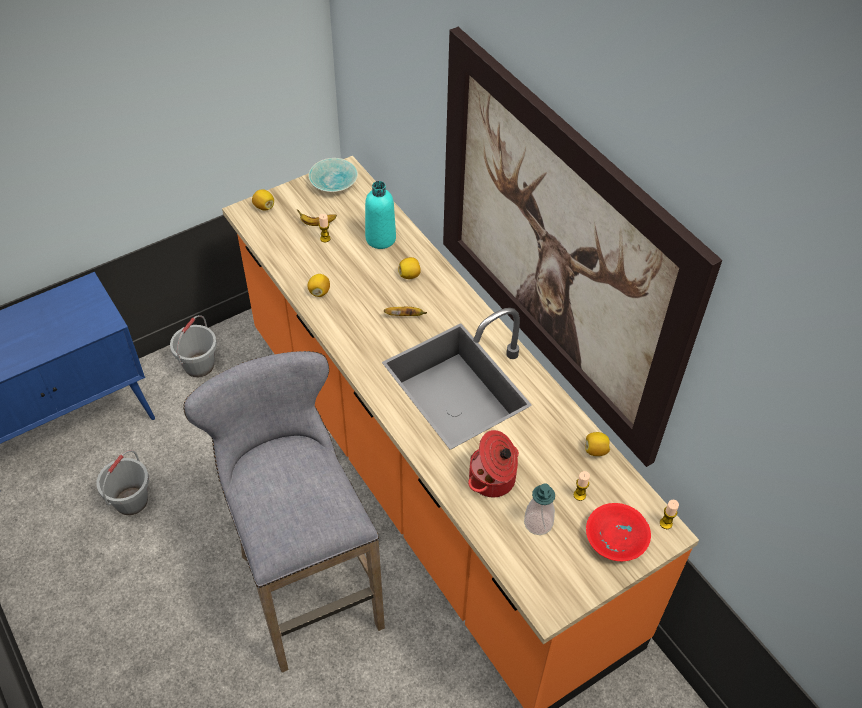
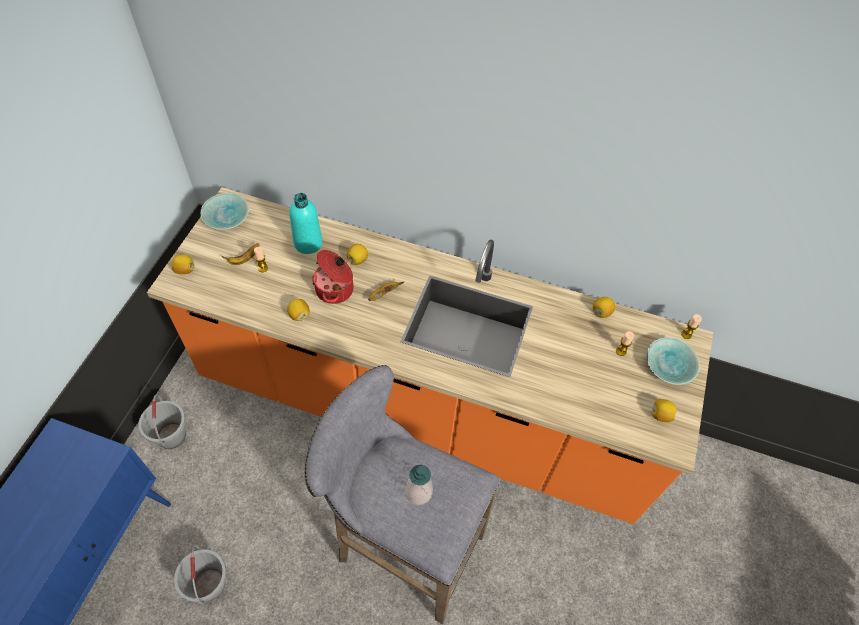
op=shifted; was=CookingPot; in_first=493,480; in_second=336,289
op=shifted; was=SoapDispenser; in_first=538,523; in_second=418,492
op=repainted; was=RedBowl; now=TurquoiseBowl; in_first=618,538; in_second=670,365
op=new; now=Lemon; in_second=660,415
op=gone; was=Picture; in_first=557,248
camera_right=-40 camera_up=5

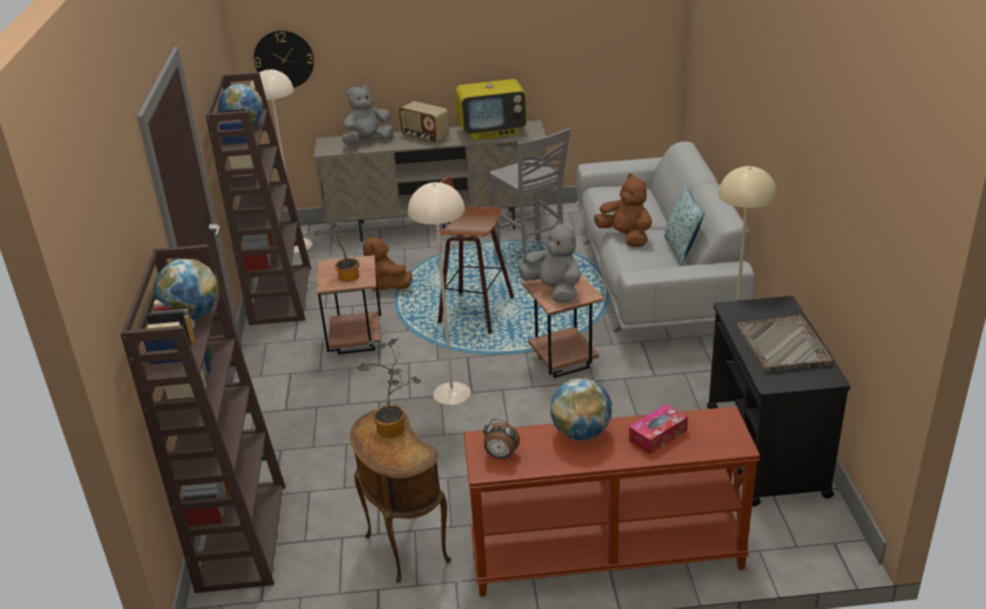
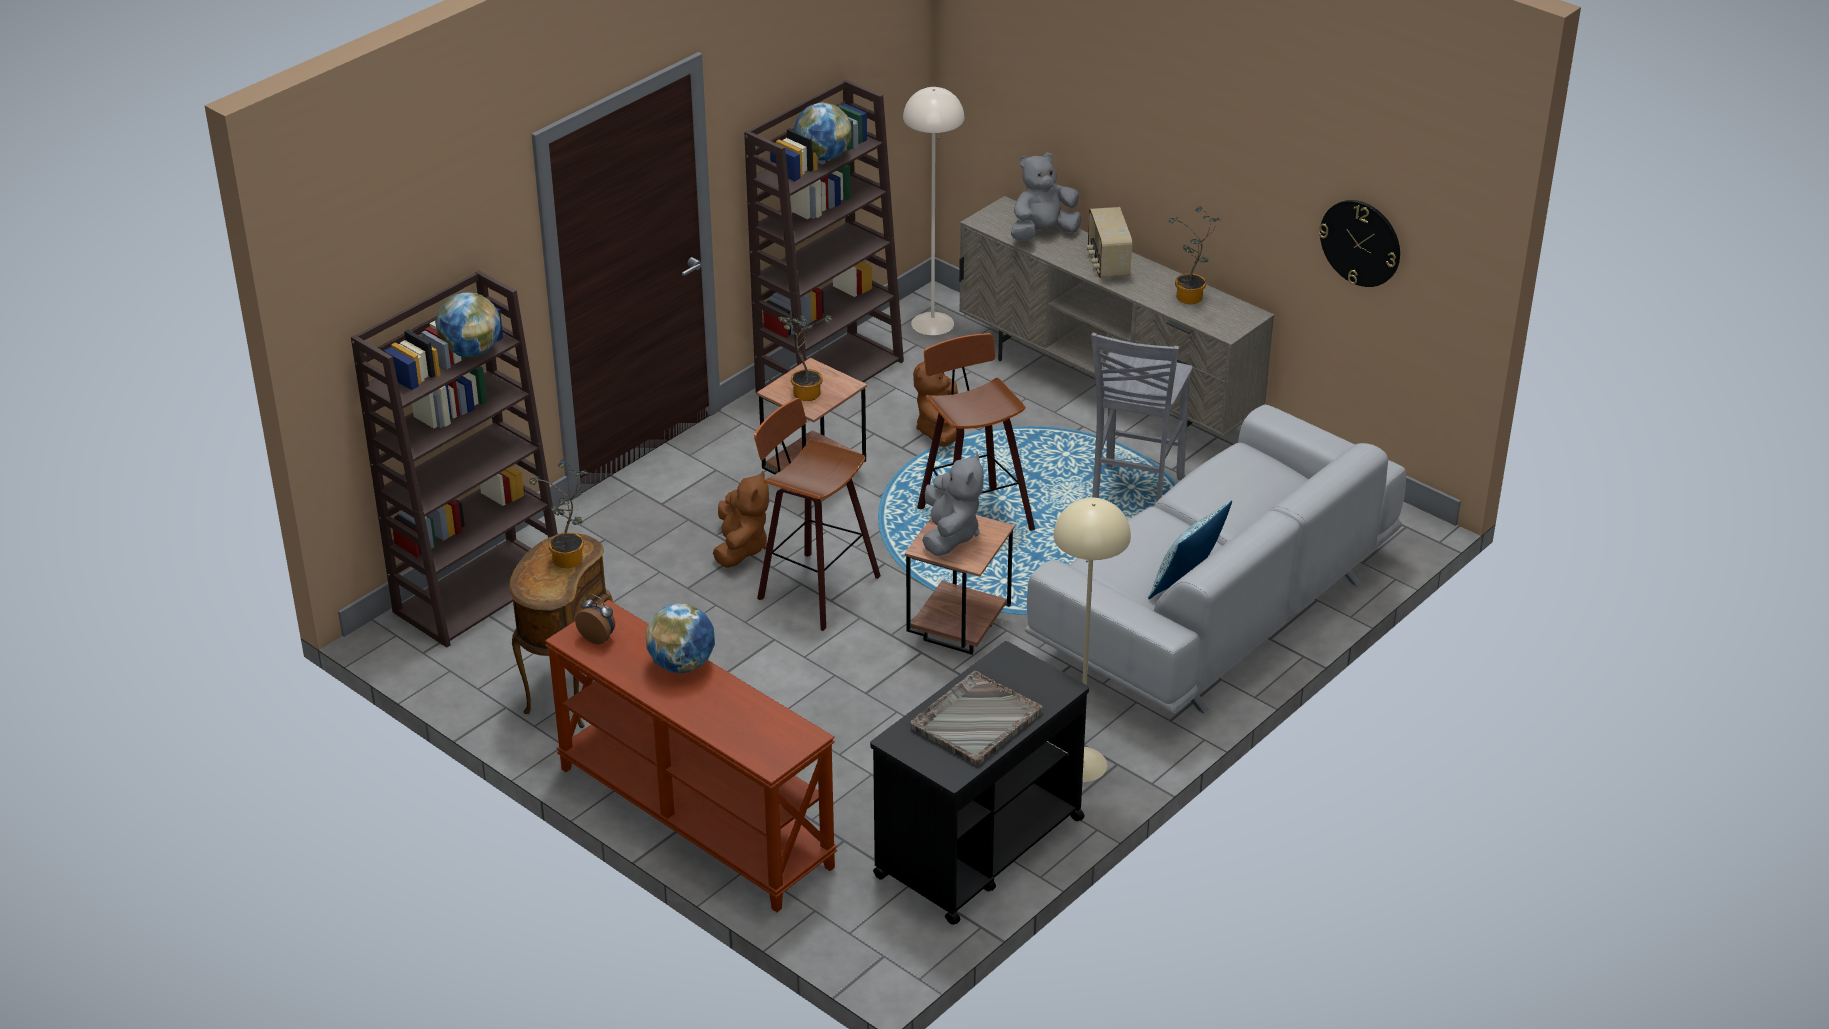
op=rotated; was=AlarmClock; in_first=501,456; in_second=598,637; clockwise=150
op=shifted; was=BrownPlushToy; in_first=625,237; in_second=741,548
op=swapped; was=BeigeFloorLamp; now=Stool; in_first=451,393; in_second=813,588
op=rotated; was=GreyPlushToy; in_first=367,141; in_second=1042,233; clockwise=-45
op=swapped; was=Television; now=PottedPlant; in_first=492,132; in_second=1190,299
op=shifted; was=WallClock; in_first=284,59; in_second=1360,242
op=gone; was=TissueBox; in_first=657,436
camera_right=45 camera_up=5

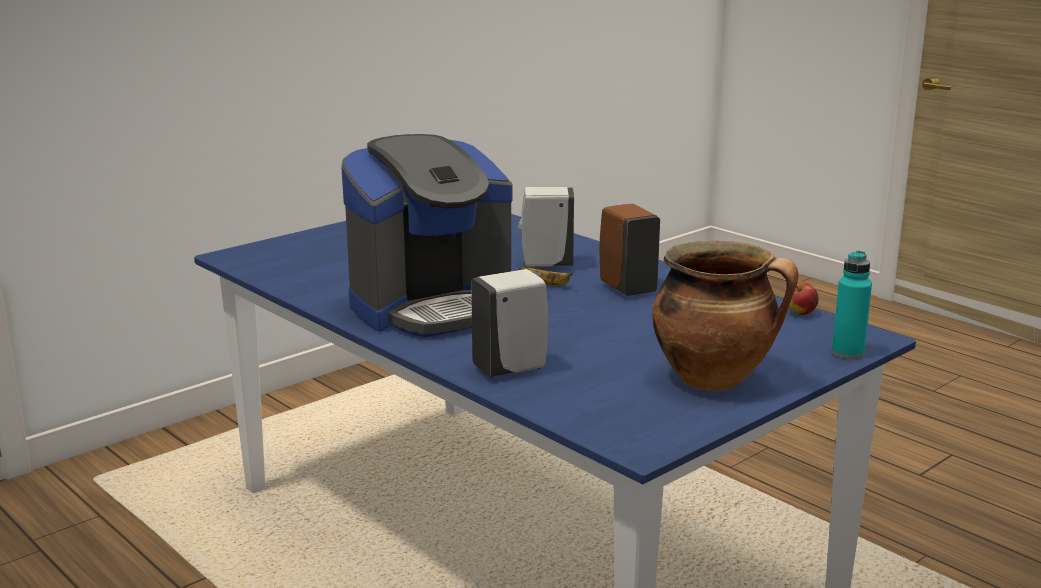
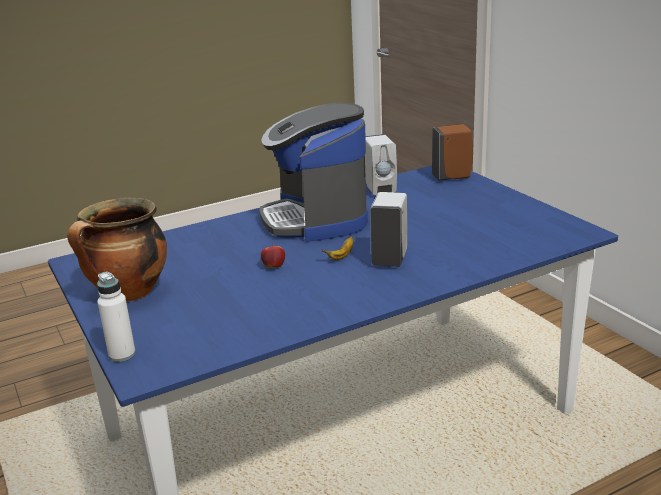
op=repainted; was=TurquoiseBottle; now=WhiteBottle; in_first=847,353; in_second=122,354
op=shifted; was=Apple; in_first=800,313; in_second=274,267
op=shifted; was=WhiteSoapDispenser; in_first=512,369; in_second=380,191
op=shifted; was=BrownSoapDispenser; in_first=626,288; in_second=453,178
camera_right=105 camera_up=5

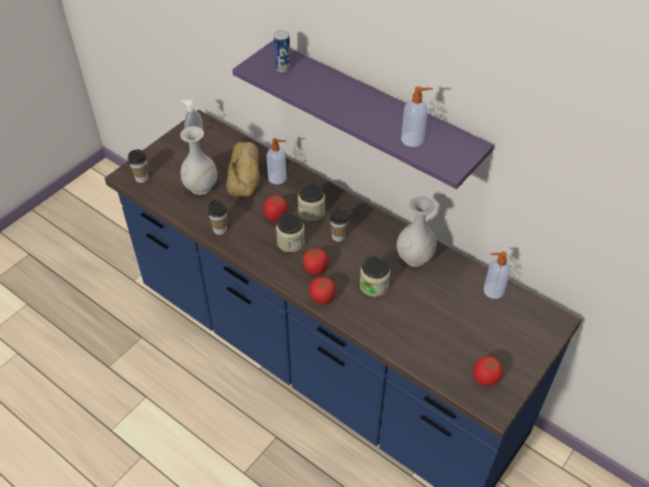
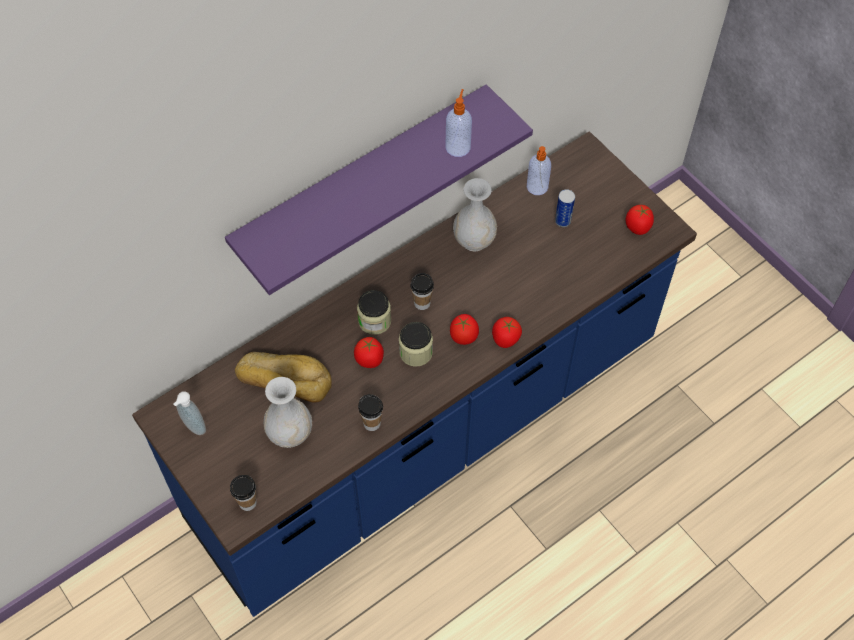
op=shifted; was=Can; in_first=283,68; in_second=562,221
op=gone; was=SoapDispenser; in_first=278,178
op=gone; was=Jar; in_first=374,285
camera_right=-75 camera_up=10

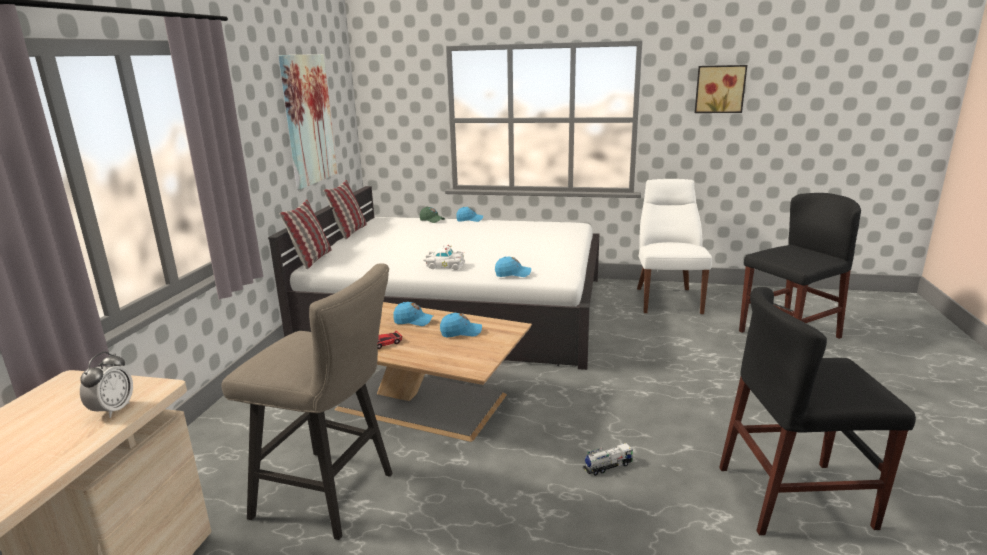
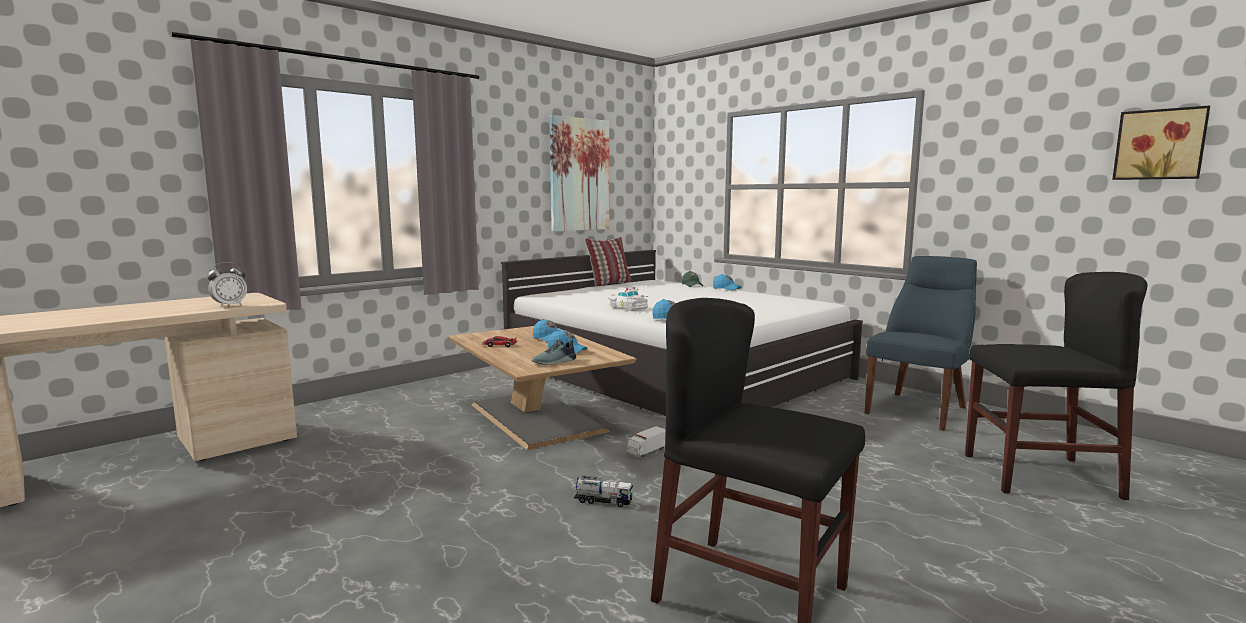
op=new; now=Shoe; in_second=555,362
op=new; now=ToyTruck; in_second=647,451
op=repainted; was=WhiteChair; now=BlueChair; in_first=667,299; in_second=919,409
op=shifted; was=Picture; in_first=719,89; in_second=1160,144
op=gone; was=BeigeStool; in_first=333,496
op=gone; was=Pillow; in_first=312,259
camera_right=35 camera_up=-10

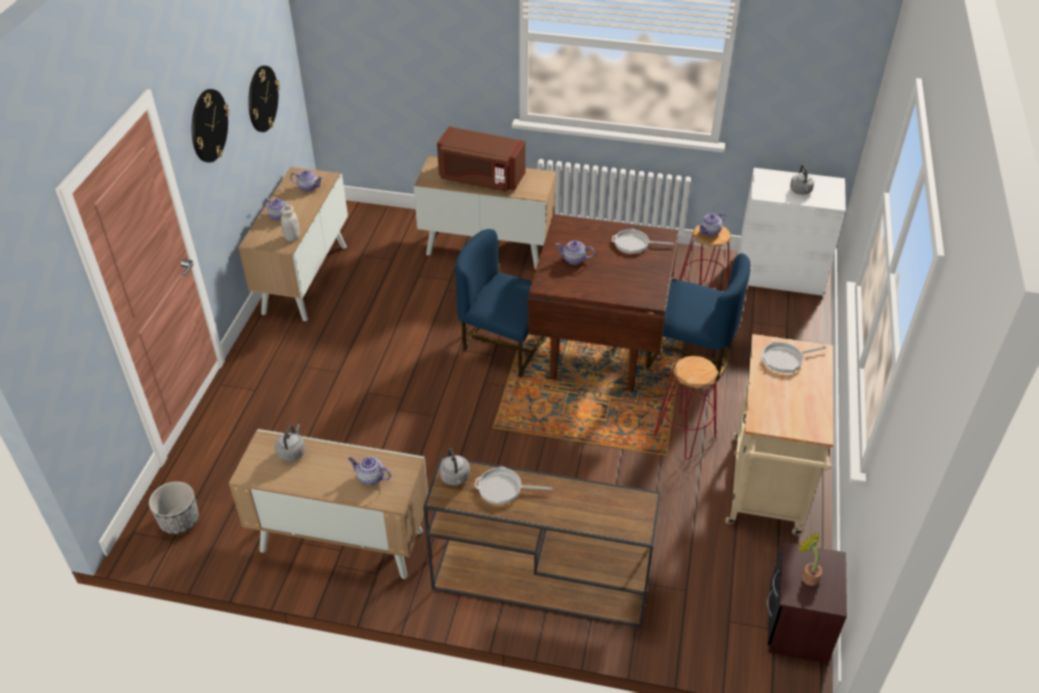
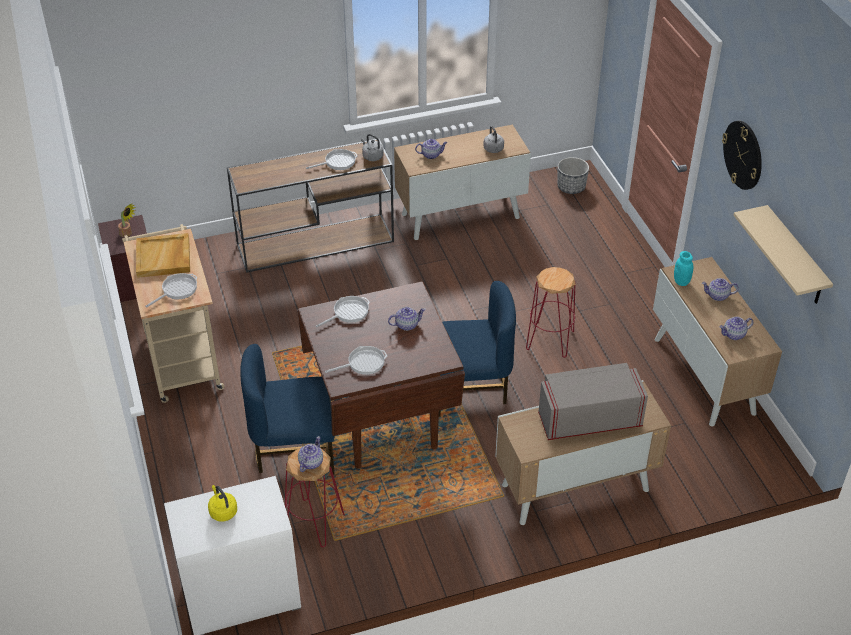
op=new; now=BeigeTray; in_second=164,258
op=repainted; was=GreyKettle; now=YellowKettle; in_first=801,191; in_second=222,511
op=new; now=FryingPan; in_second=348,312
op=shifted; was=RedStool; in_first=684,436; in_second=550,340
op=repainted; was=BrownMicrowave; now=GreyMicrowave; in_first=480,178; in_second=588,418
op=repainted; was=WhiteJar; now=TurquoiseJar; in_first=292,237; in_second=681,281
op=swapped; was=WallClock; now=BeigeShelf; in_first=262,98; in_second=795,257
camera_right=150 camera_up=0

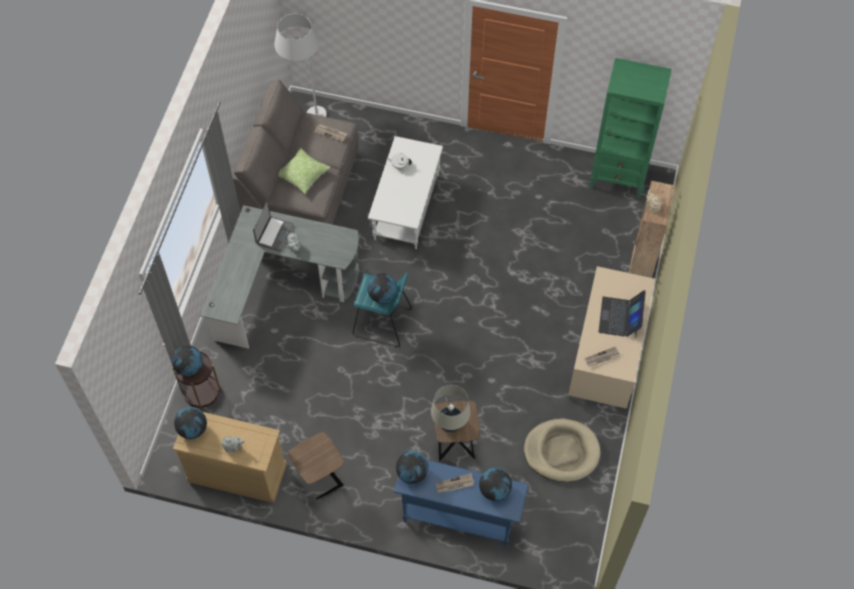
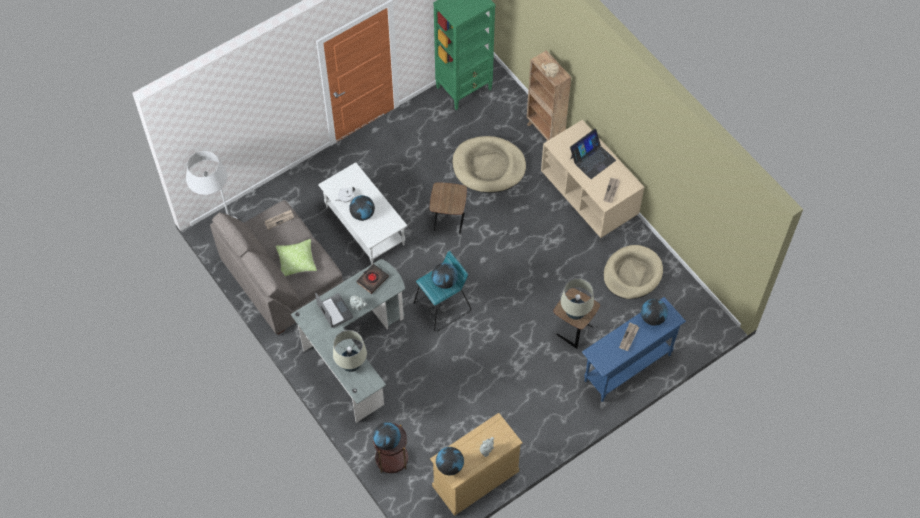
op=new; now=BeigeTableLamp; in_second=351,364
op=shifted; was=Globe; in_first=412,473; in_second=362,214
op=new; now=BlackBook; in_second=372,279
op=shifted; was=BrownSideTable; in_first=320,480; in_second=448,222
op=new; now=BeigeDogBed; in_second=489,166
op=rotated; was=Laptop; in_first=620,317; in_second=592,159; clockwise=-90
camera_right=-50 camera_up=0

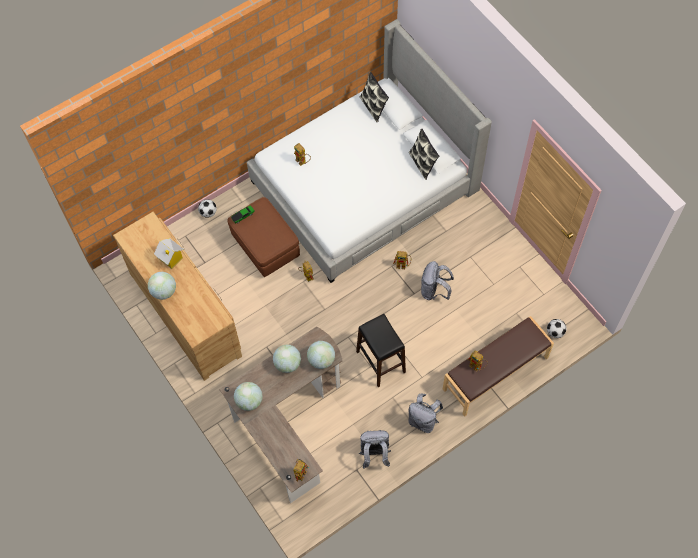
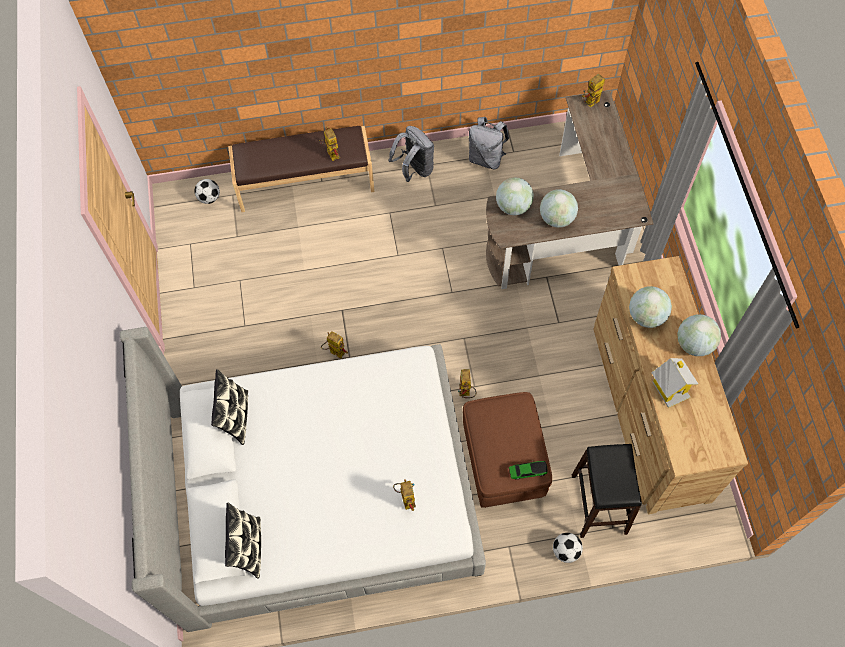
op=shifted; was=BlackStool; in_first=381,362; in_second=598,504
op=shifted; was=Globe; in_first=249,401; in_second=646,316
op=gone; was=GreyBackpack; in_first=434,291
camera_right=-155 camera_up=0

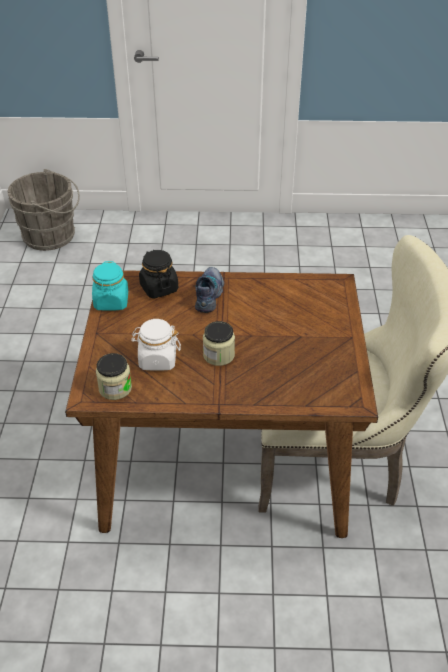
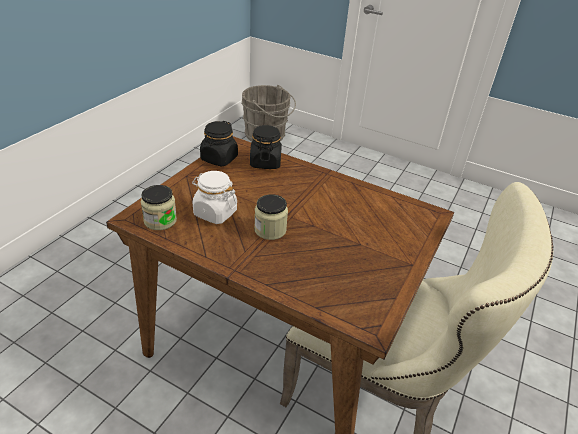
op=repainted; was=TurquoiseJar; now=BlackJar; in_first=111,302; in_second=219,159
op=gone; was=Shoe; in_first=209,294
camera_right=25 camera_up=-5

